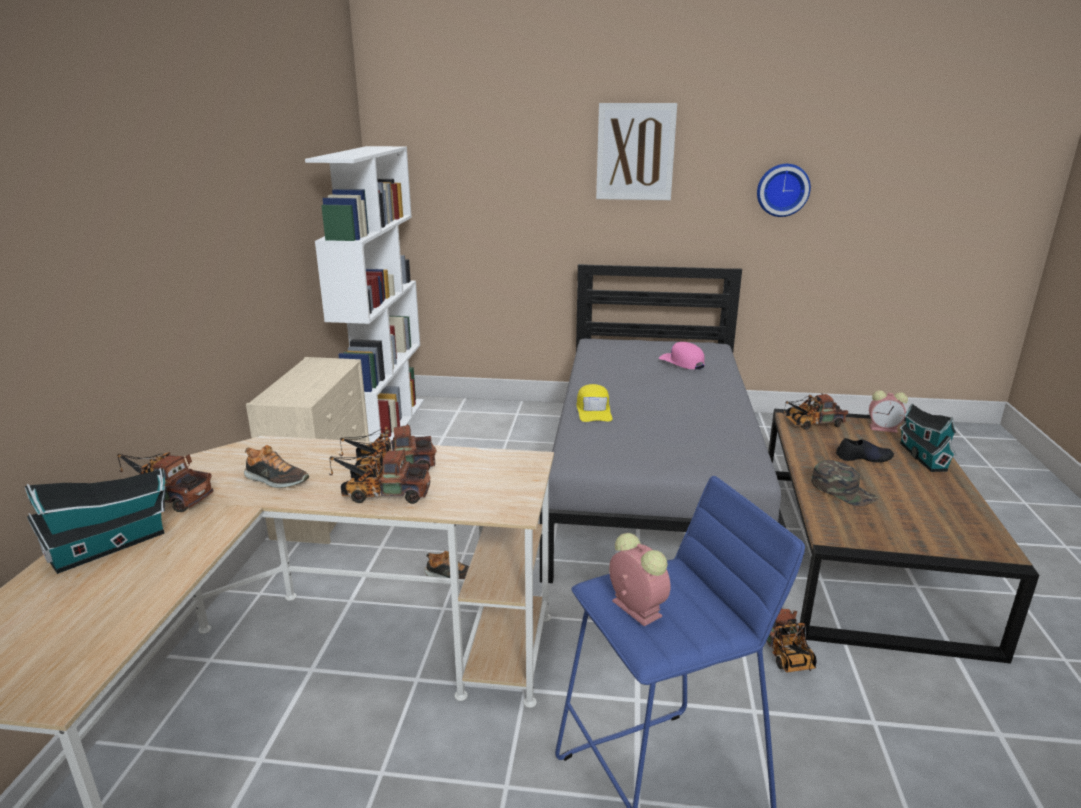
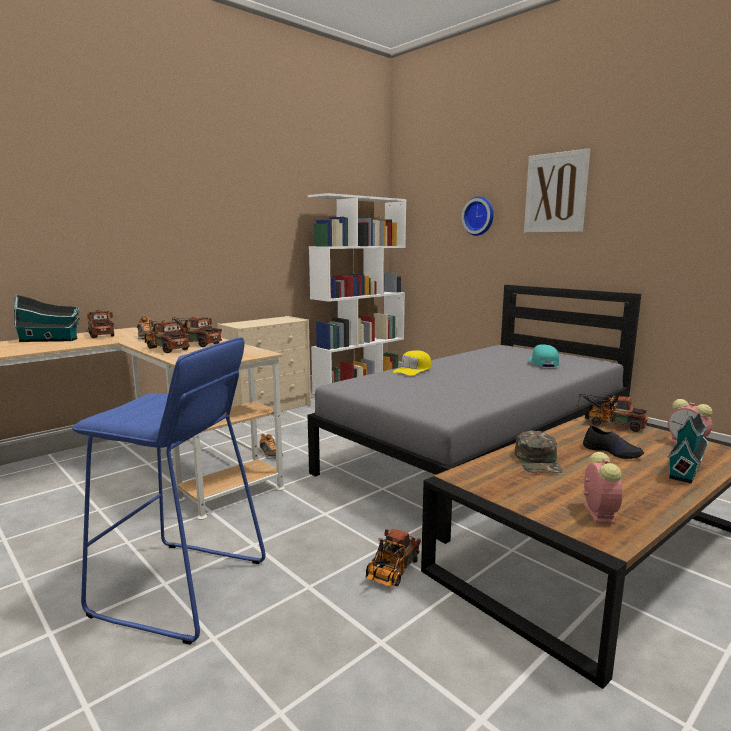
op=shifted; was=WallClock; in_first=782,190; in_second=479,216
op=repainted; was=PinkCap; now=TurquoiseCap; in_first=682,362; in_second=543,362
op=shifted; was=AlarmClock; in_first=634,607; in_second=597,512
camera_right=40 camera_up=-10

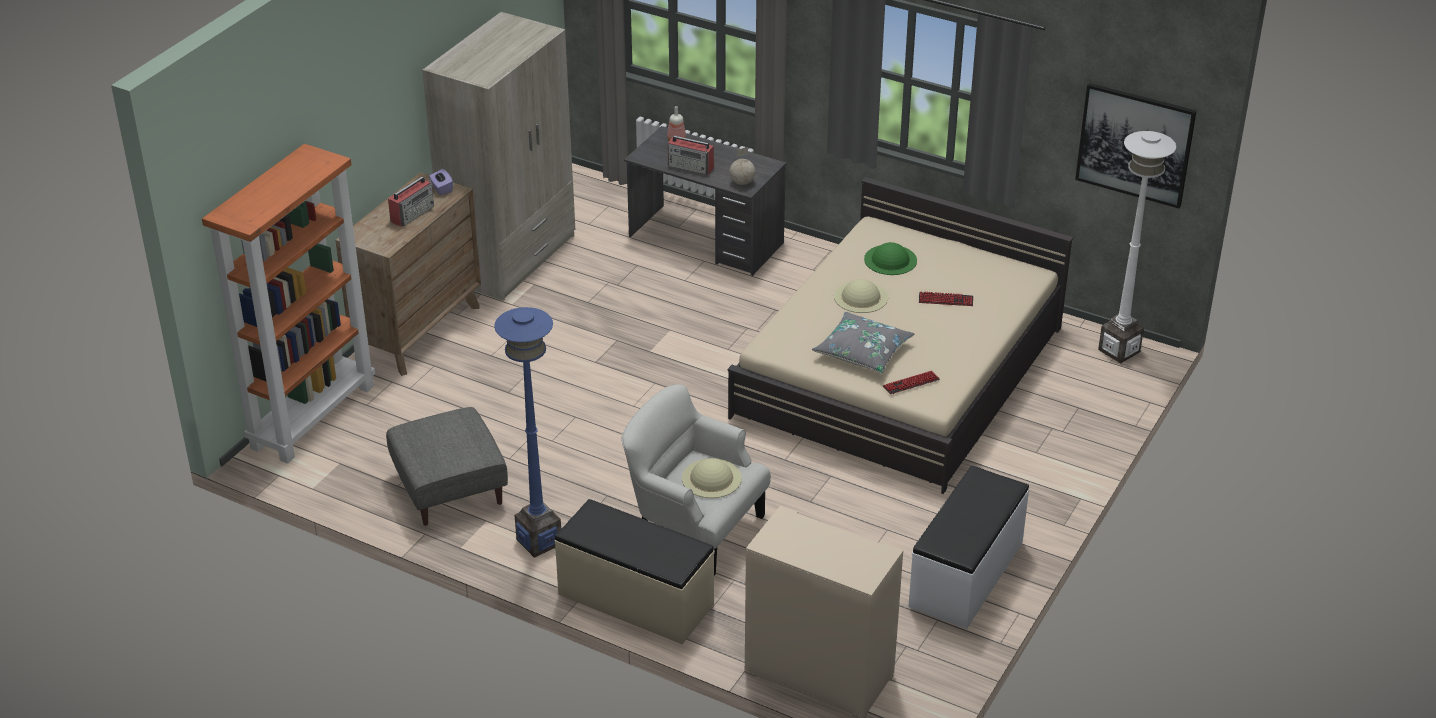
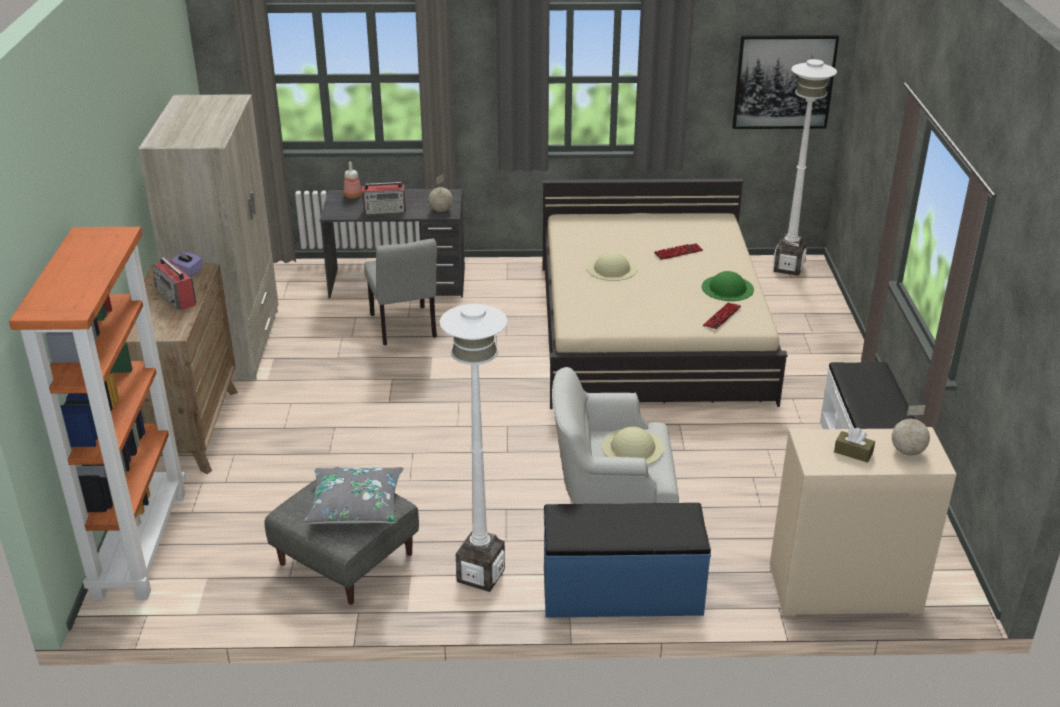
op=rotated; was=Radio; in_first=413,213; in_second=176,298; clockwise=135
op=shifted; was=GreyPillow; in_first=862,351; in_second=355,505
op=new; now=GreyChair; in_second=404,329
op=repainted; was=BlueFloorLamp; now=WhiteFloorLamp; in_first=539,542; in_second=481,575
op=repainted; was=BeigeBench; now=BlueBench; in_first=635,600; in_second=622,592
op=shifted; was=GreenHat; in_first=890,260; in_second=727,288
op=new; now=BrownTissueBox; in_second=853,452
op=new; now=Globe; in_second=908,451
camera_right=-30 camera_up=-5

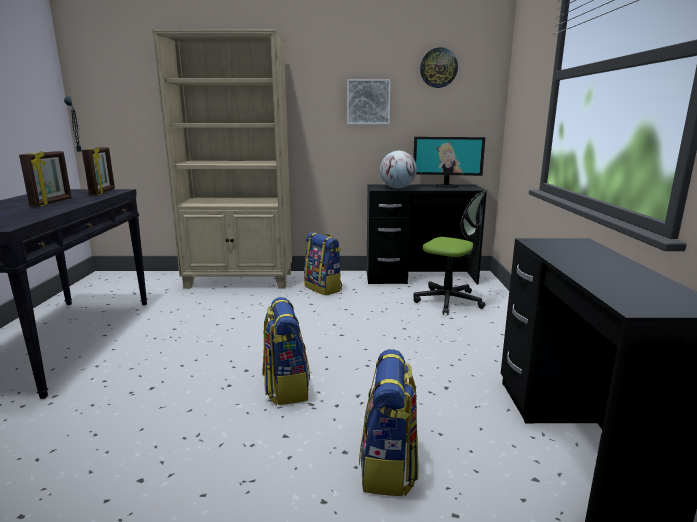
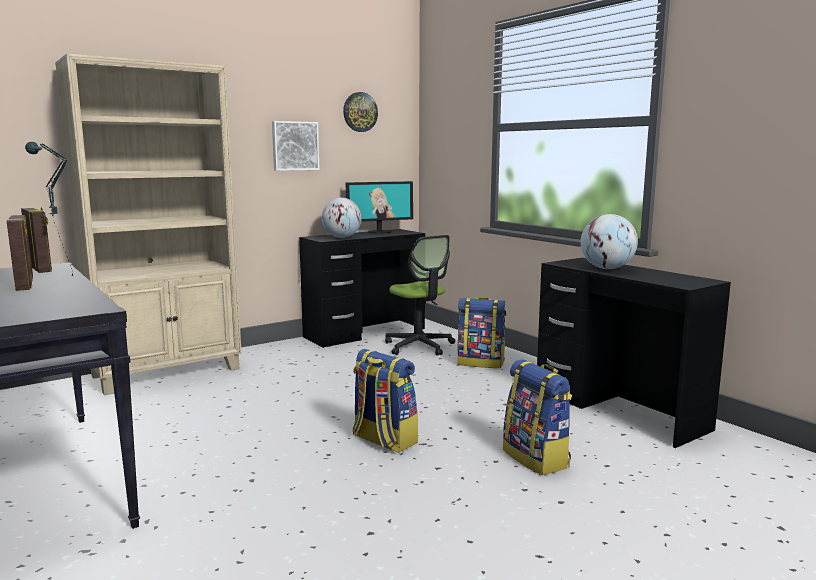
op=rotated; was=OfficeChair; in_first=449,301; in_second=419,346; clockwise=60
op=shifted; was=Backpack; in_first=324,288; in_second=481,363
op=new; now=Globe; in_second=607,269
camera_right=-35 camera_up=-5

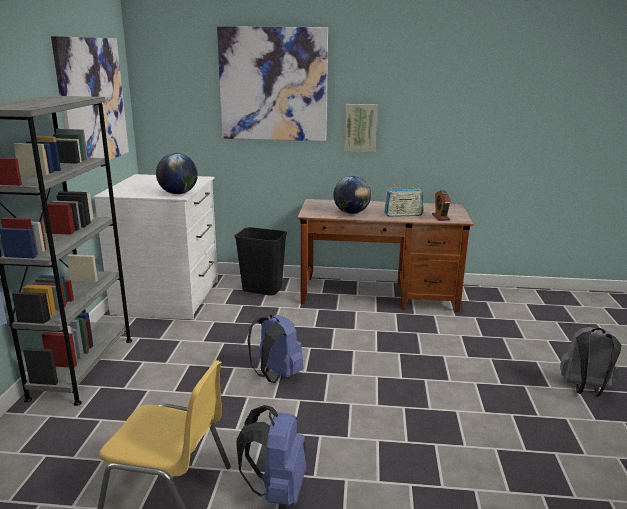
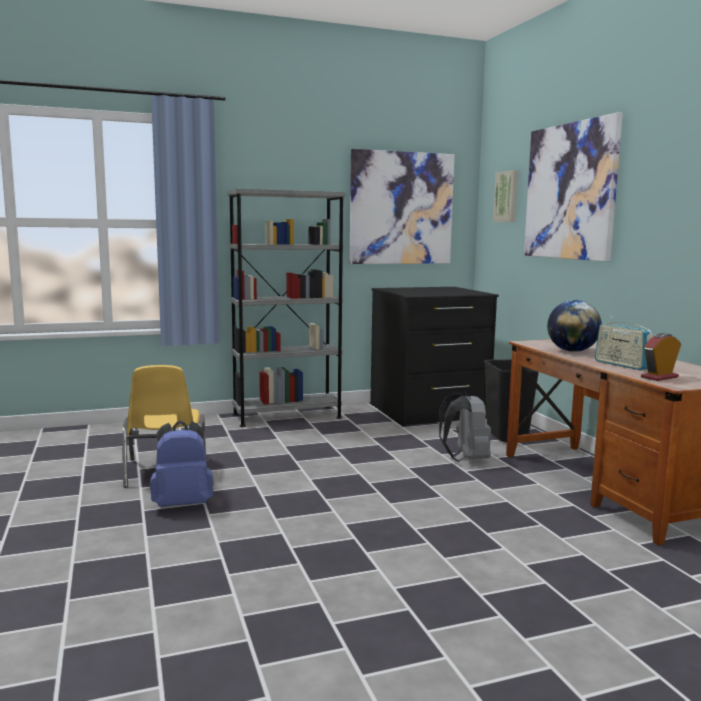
op=repainted; was=WhiteDresser; now=BlackDresser; in_first=169,297; in_second=429,411
op=shifted; was=GreyBackpack; in_first=585,389; in_second=466,459
op=shifted; was=Picture; in_first=360,127; in_second=507,197
op=gone; was=Globe; in_first=178,193
op=gone; was=BlueBackpack; in_first=276,375
camera_right=65 camera_up=-10

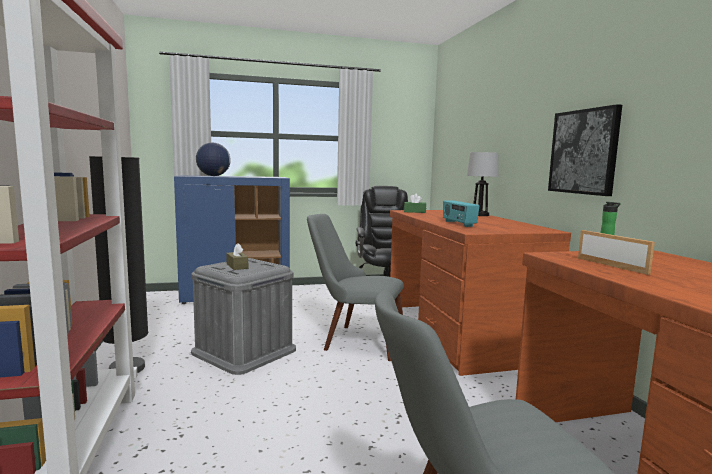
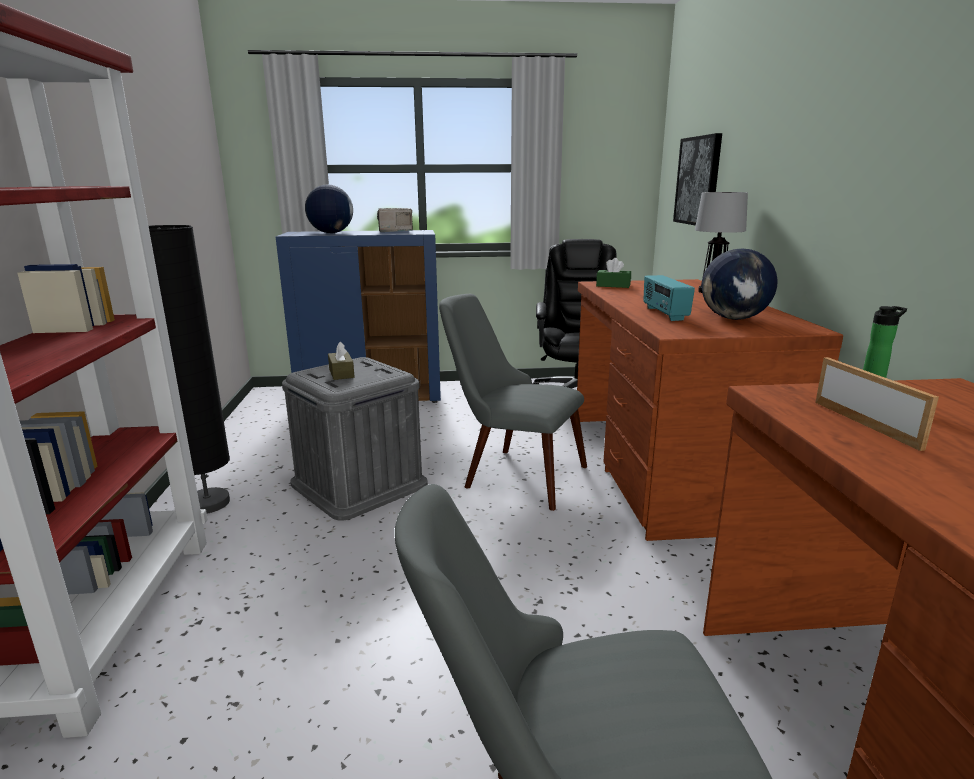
op=new; now=Radio; in_second=394,231
op=shifted; was=Picture; in_first=584,152; in_second=698,181
op=new; now=Globe; in_second=734,318
camera_right=10 camera_up=10

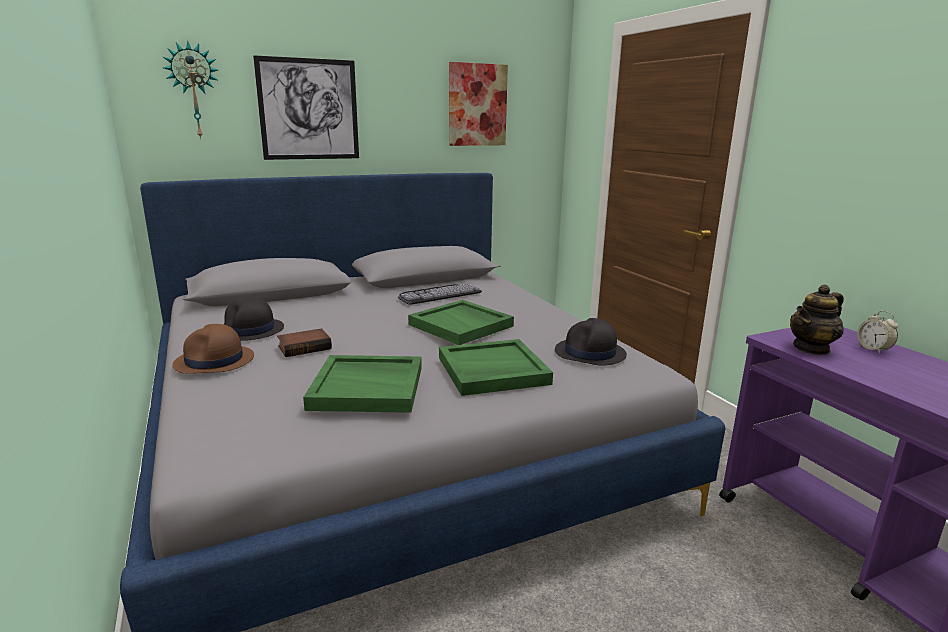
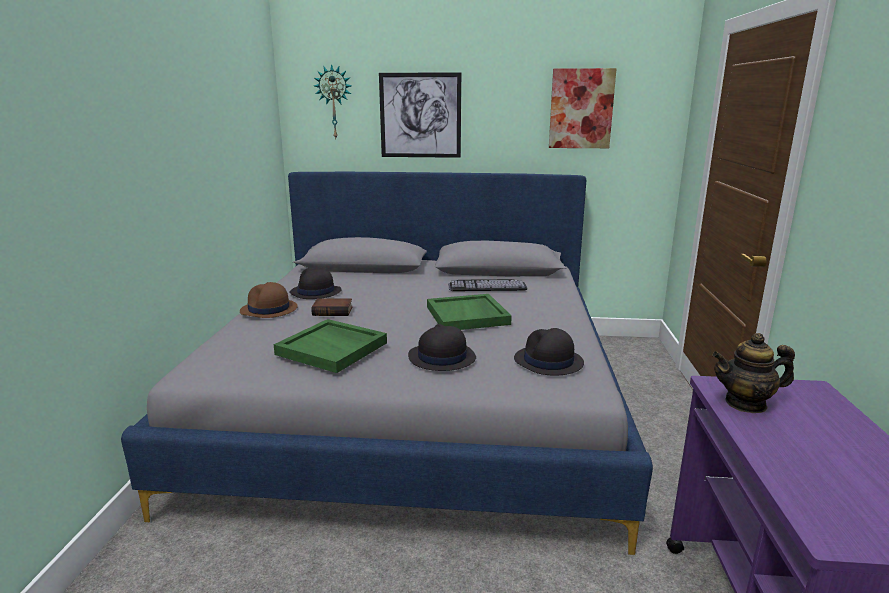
op=swapped; was=GreenTray; now=BlackHat; in_first=492,371; in_second=441,357
op=gone; was=AlarmClock; in_first=873,349
camera_right=30 camera_up=0

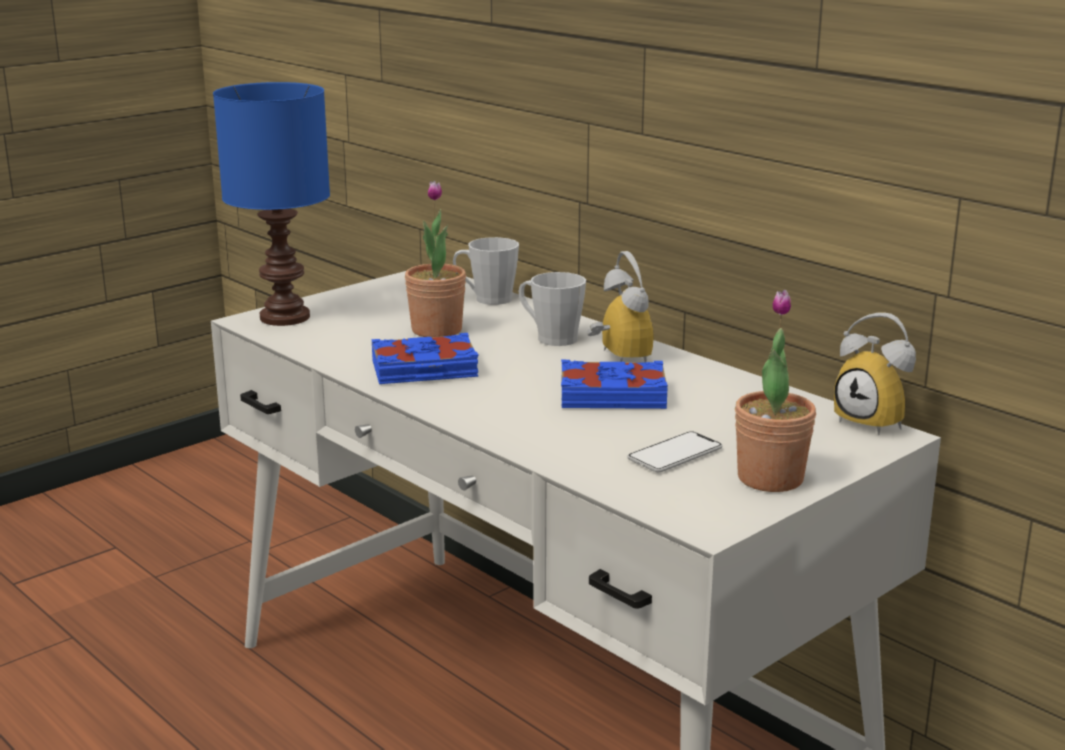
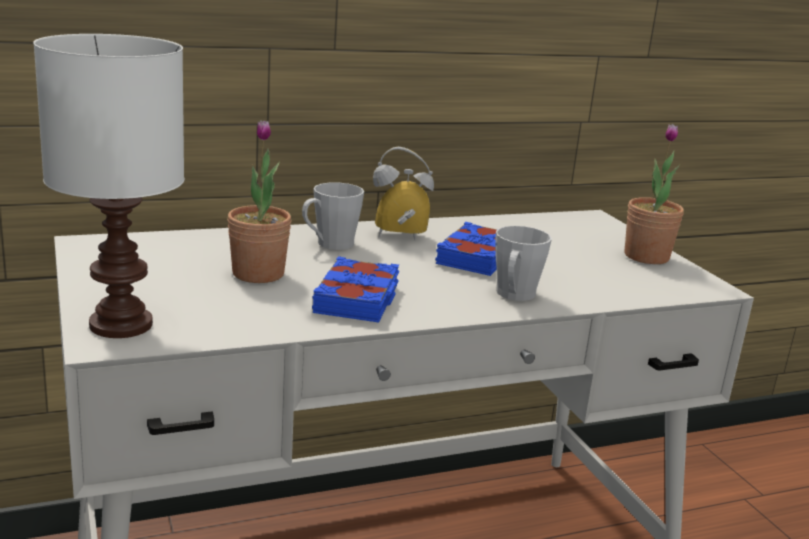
op=repainted; was=BlueTableLamp; now=WhiteTableLamp; in_first=287,317; in_second=121,323
op=shifted; was=GreyMug; in_first=486,299; in_second=514,295
op=gone; was=Phone; in_first=675,454
op=gone; was=AlarmClock; in_first=876,422
camera_right=-70 camera_up=0

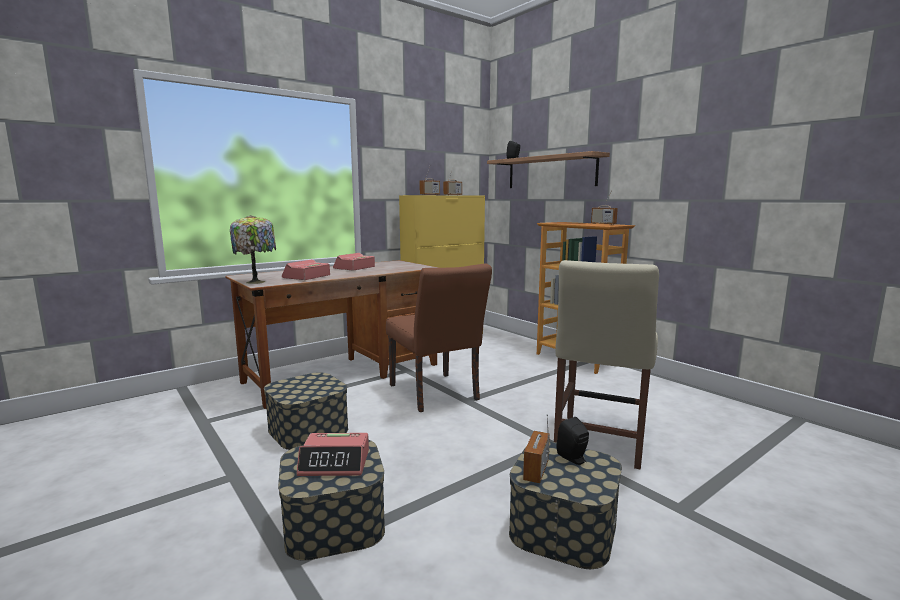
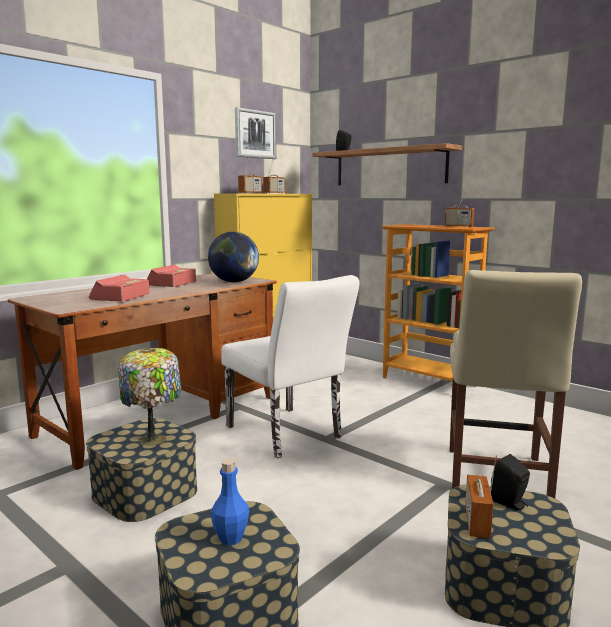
op=shifted; was=TableLamp; in_first=257,282; in_second=154,438
op=new; now=Globe; in_second=234,282
op=swapped; was=AlarmClock; now=BlueBottle; in_first=335,463; in_second=230,538
op=repainted; was=BrownChair; now=WhiteChair; in_first=436,395; in_second=288,435
op=new; now=Picture; in_second=255,134
camera_right=-10 camera_up=0

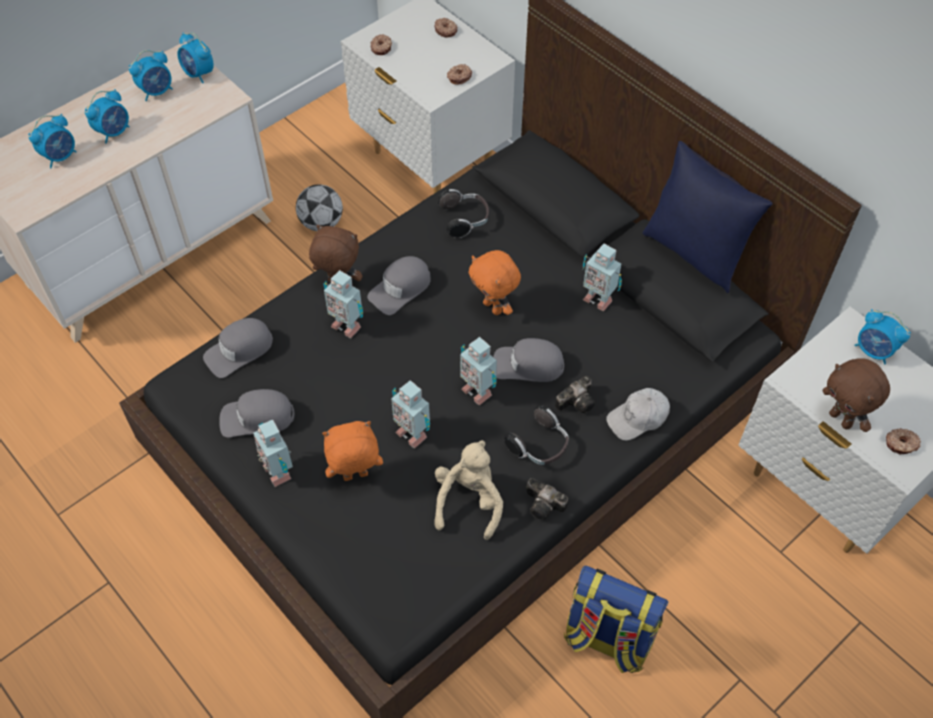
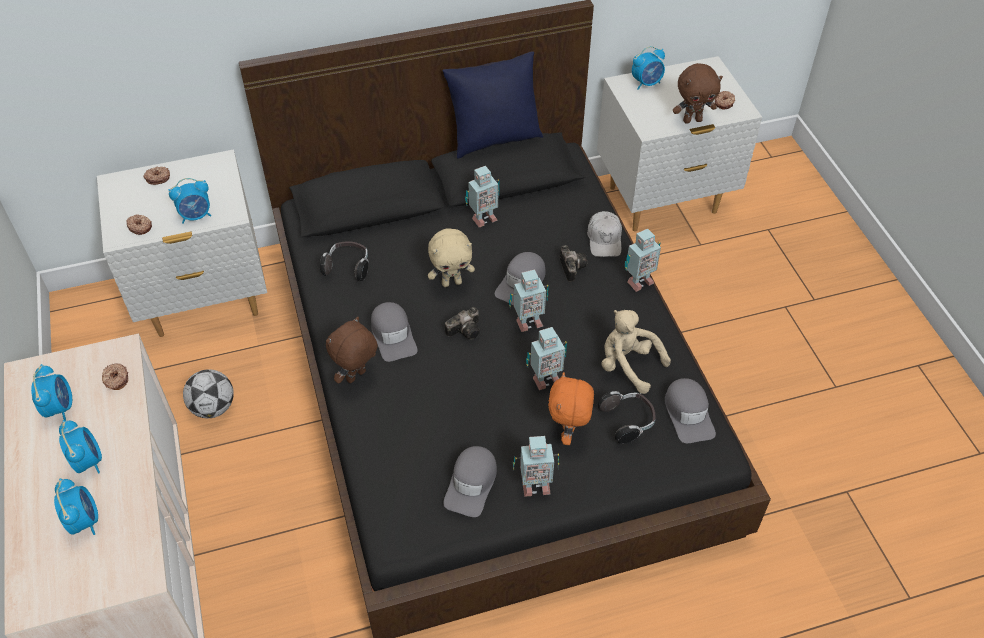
op=shifted; was=Donut; in_first=459,77; in_second=116,379
op=shifted; was=AlarmClock; in_first=199,74; in_second=196,216
op=repainted; was=OrangePlushToy; now=BeigePlushToy; in_first=494,307; in_second=452,282
op=shifted; was=PhotoCamera; in_first=545,505; in_second=466,330
op=shifted; was=Headphones; in_first=539,446; in_second=628,421
op=shifted; was=ToyRobot; in_first=346,325; in_second=638,281
op=shifted; was=GreyCap; in_first=239,351; in_second=688,414
op=gone; was=Backpack; in_first=607,639
camera_right=-65 camera_up=-5

